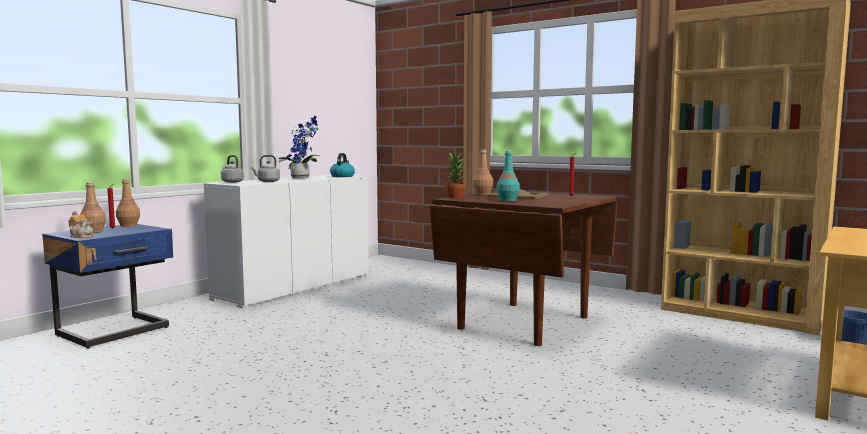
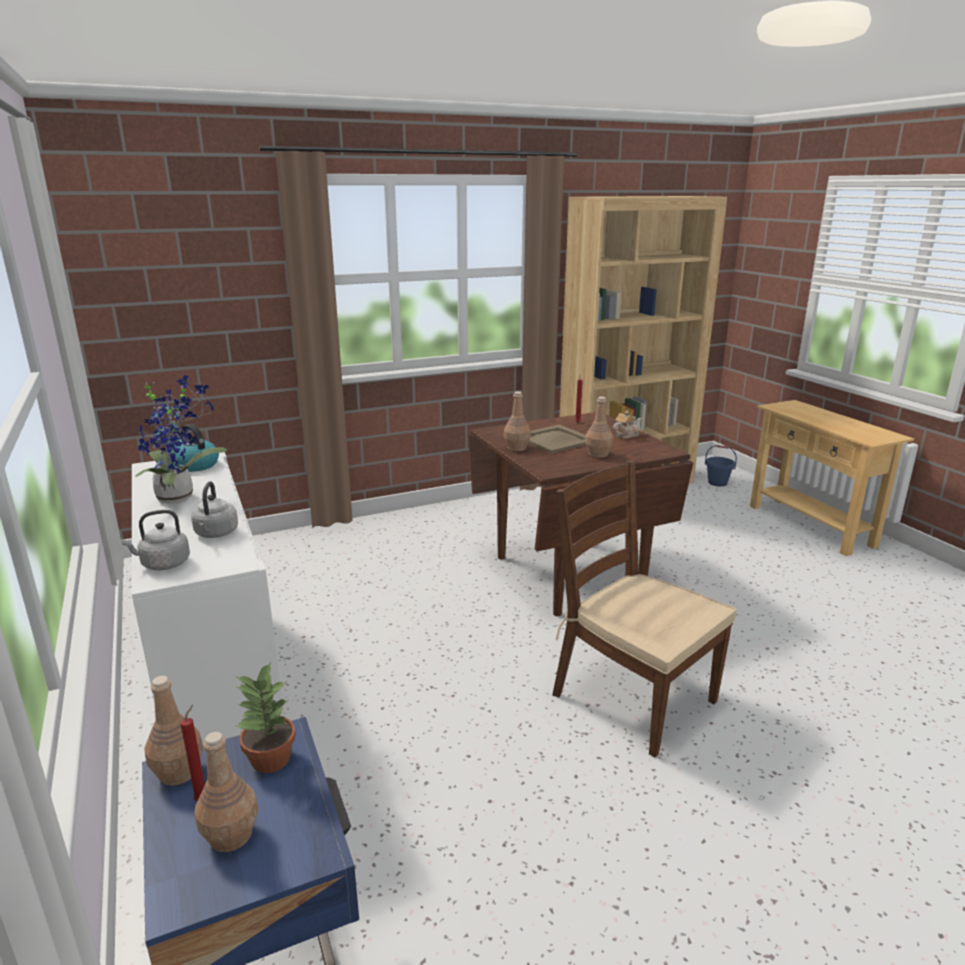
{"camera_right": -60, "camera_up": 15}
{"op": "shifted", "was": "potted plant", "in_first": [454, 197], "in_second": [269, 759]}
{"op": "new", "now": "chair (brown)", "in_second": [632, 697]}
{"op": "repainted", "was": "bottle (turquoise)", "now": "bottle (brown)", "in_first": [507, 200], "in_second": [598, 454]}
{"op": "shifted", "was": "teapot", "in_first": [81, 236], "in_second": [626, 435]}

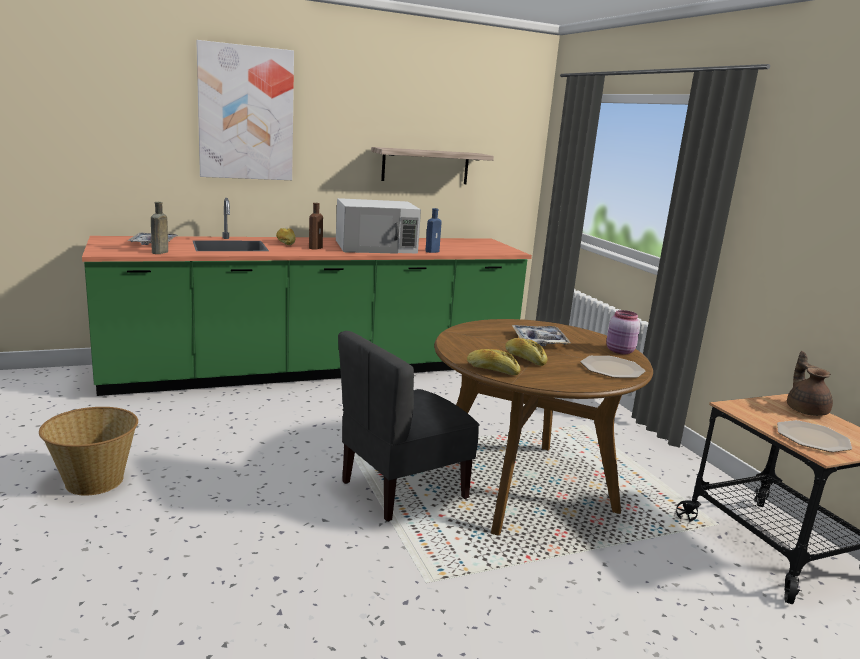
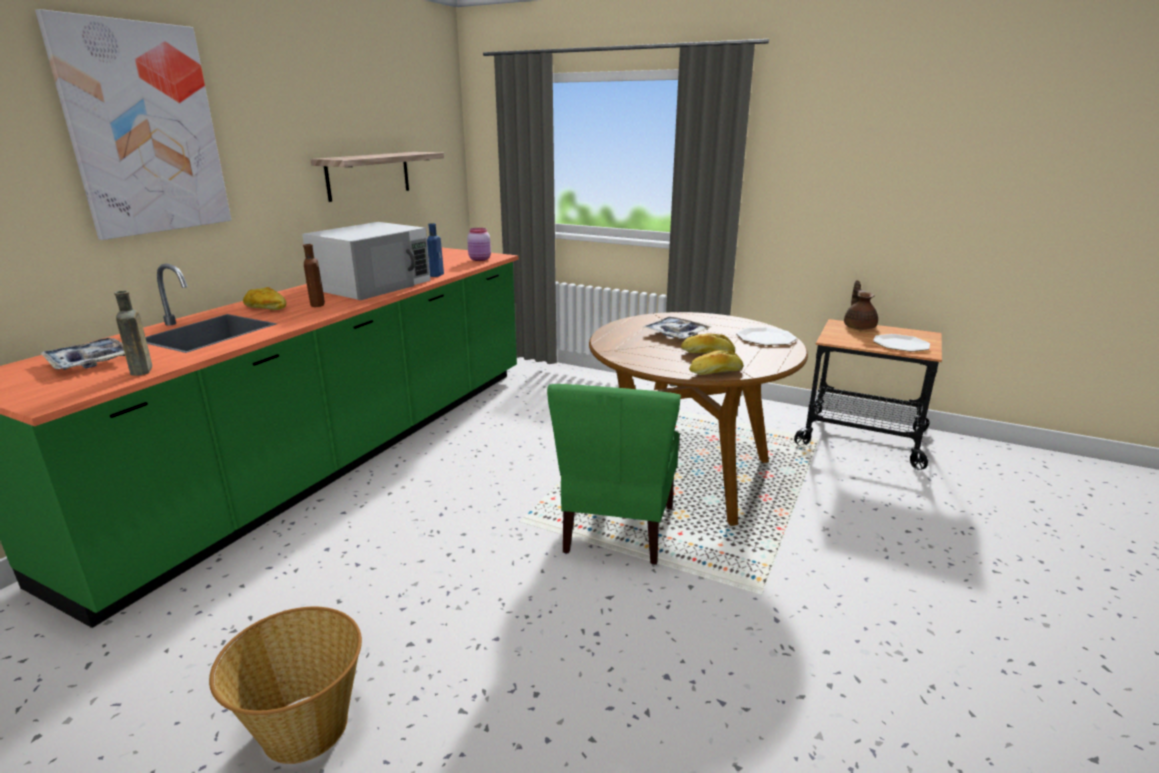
{"camera_right": -40, "camera_up": 5}
{"op": "shifted", "was": "jar (pink)", "in_first": [620, 351], "in_second": [480, 259]}
{"op": "repainted", "was": "chair (grey)", "now": "chair (green)", "in_first": [402, 489], "in_second": [617, 529]}
{"op": "rotated", "was": "teapot (brown)", "in_first": [805, 410], "in_second": [859, 327], "clockwise": 45}

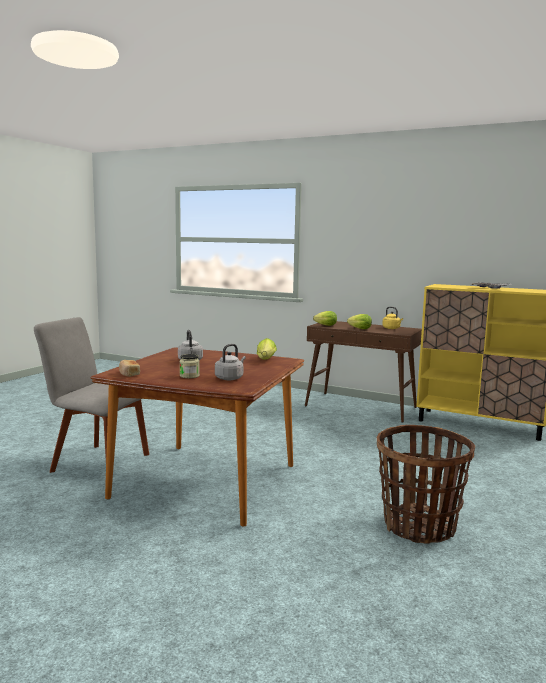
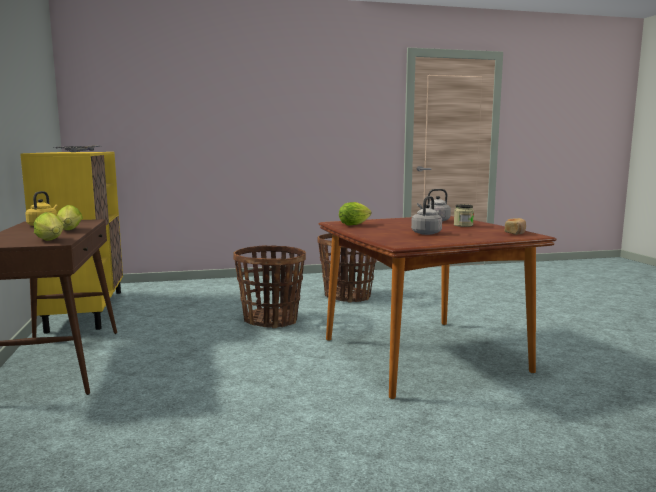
{"camera_right": -130, "camera_up": 0}
{"op": "new", "now": "basket", "in_second": [271, 320]}
{"op": "gone", "was": "chair (grey)", "in_first": [97, 462]}

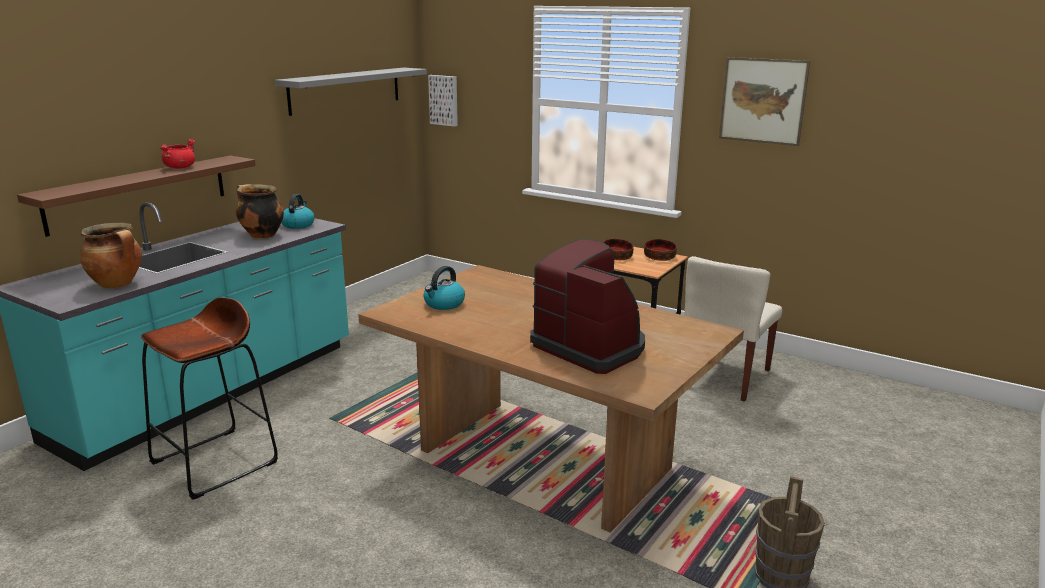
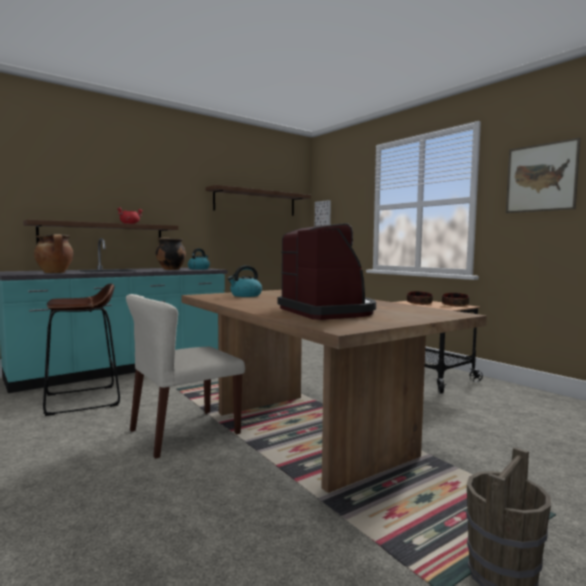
{"camera_right": 20, "camera_up": -15}
{"op": "shifted", "was": "chair (beige)", "in_first": [724, 376], "in_second": [184, 433]}
{"op": "repainted", "was": "shelf (grey)", "now": "shelf (brown)", "in_first": [346, 90], "in_second": [255, 202]}

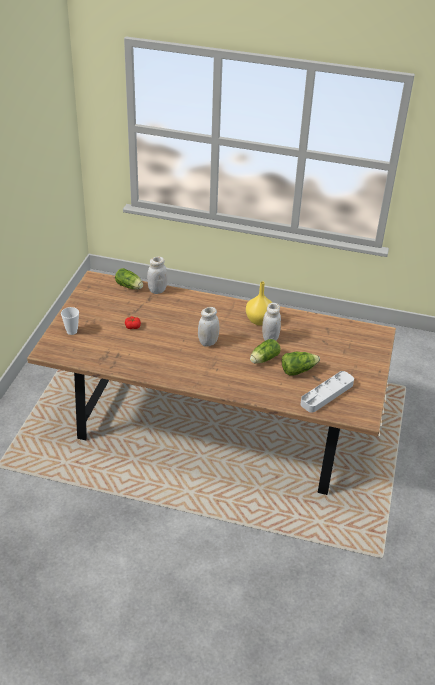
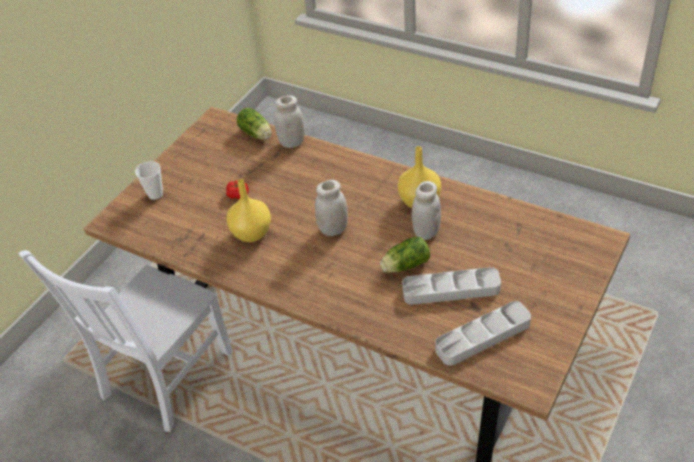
{"camera_right": 20, "camera_up": 5}
{"op": "new", "now": "chair (white)", "in_second": [164, 378]}
{"op": "new", "now": "vase (yellow)", "in_second": [251, 233]}
{"op": "swapped", "was": "lettuce", "now": "tray (grey)", "in_first": [298, 370], "in_second": [451, 290]}

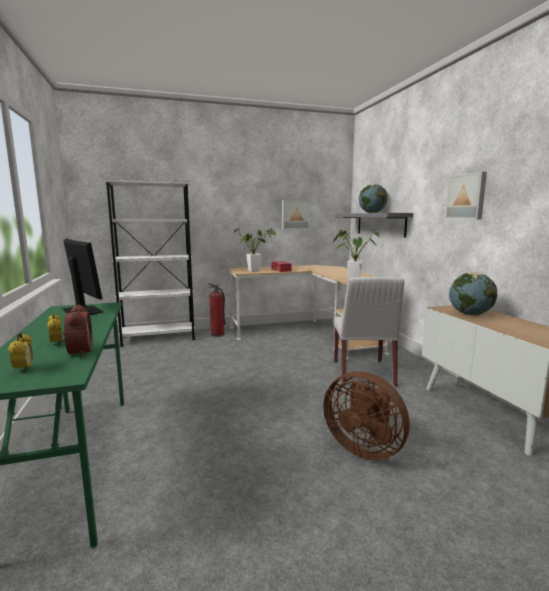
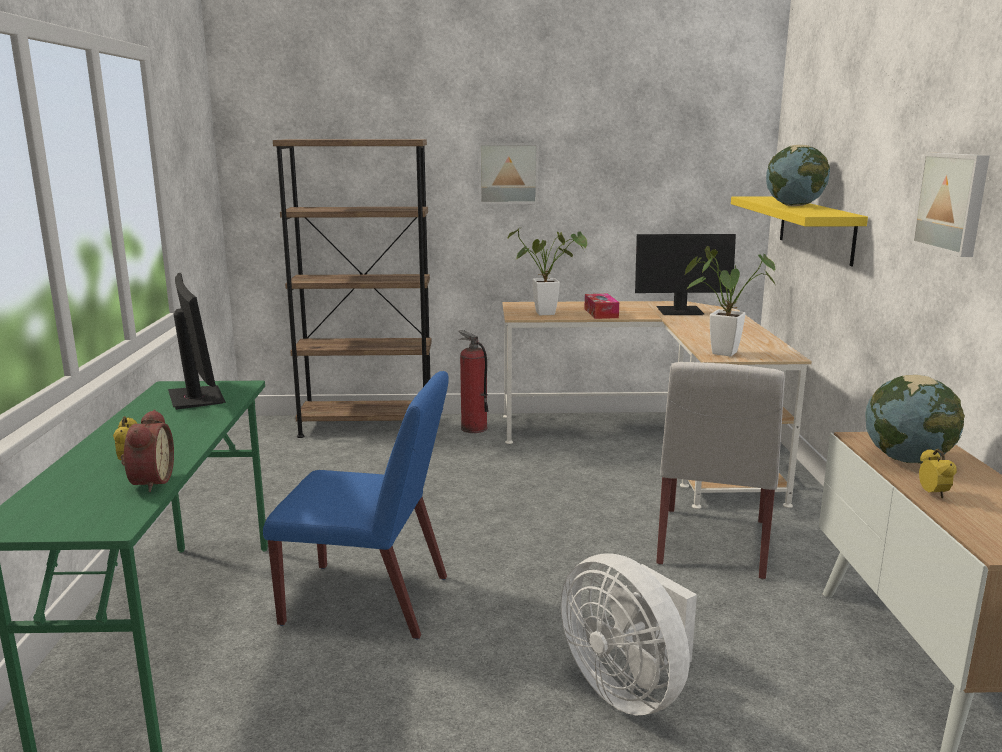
{"camera_right": 15, "camera_up": 5}
{"op": "new", "now": "chair (blue)", "in_second": [369, 600]}
{"op": "repainted", "was": "bookcase (white)", "now": "bookcase (brown)", "in_first": [158, 338], "in_second": [367, 427]}
{"op": "shifted", "was": "picture", "in_first": [295, 215], "in_second": [508, 173]}
{"op": "repainted", "was": "fan (brown)", "now": "fan (white)", "in_first": [364, 448], "in_second": [628, 689]}
{"op": "new", "now": "monitor", "in_second": [680, 312]}
{"op": "repainted", "was": "shelf (grey)", "now": "shelf (yellow)", "in_first": [380, 224], "in_second": [815, 228]}
{"op": "shifted", "was": "alarm clock", "in_first": [24, 369], "in_second": [933, 494]}

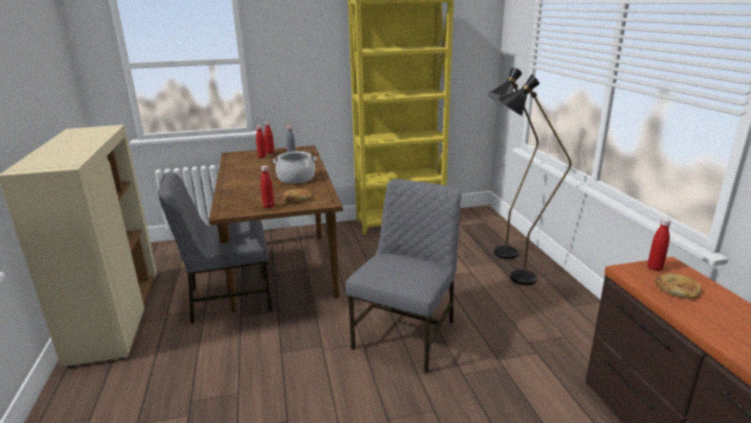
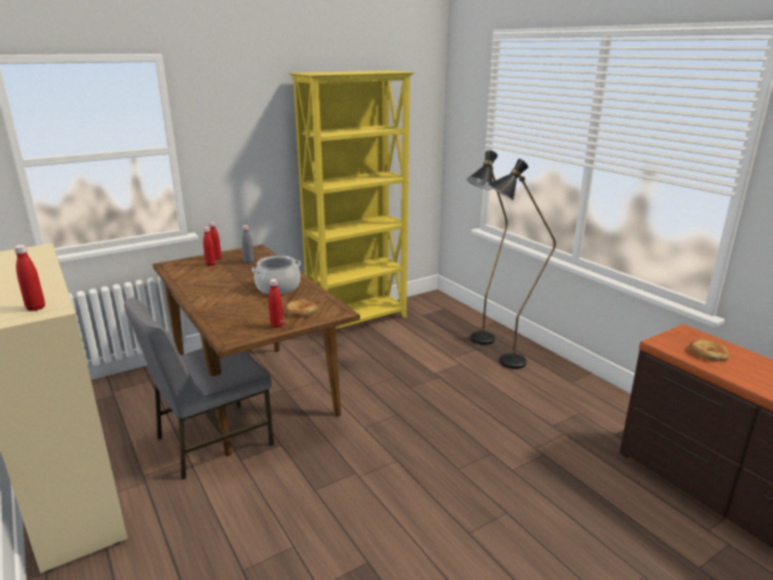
{"camera_right": -20, "camera_up": 0}
{"op": "shifted", "was": "bottle (red)", "in_first": [654, 268], "in_second": [36, 308]}
{"op": "gone", "was": "chair (grey)", "in_first": [407, 334]}

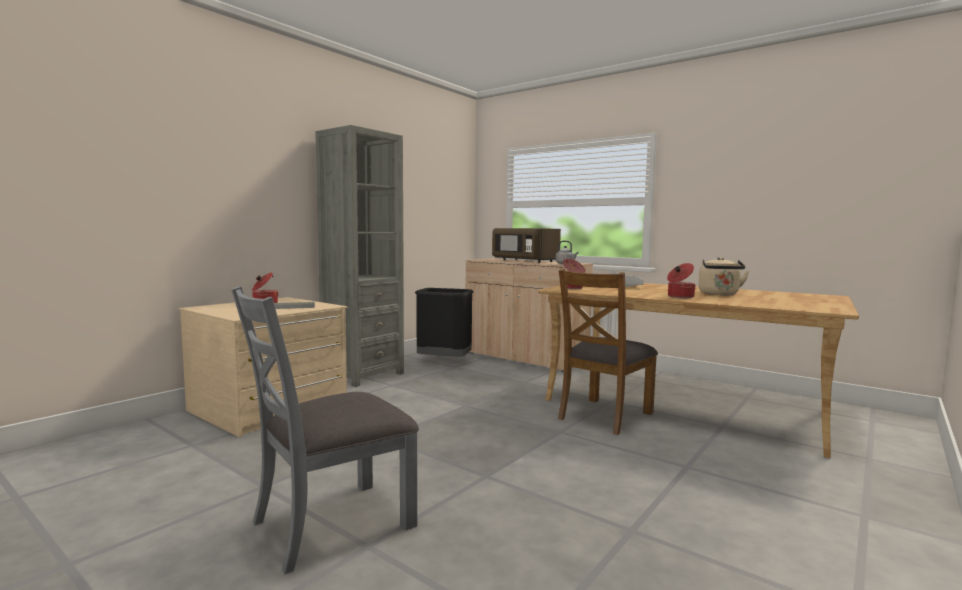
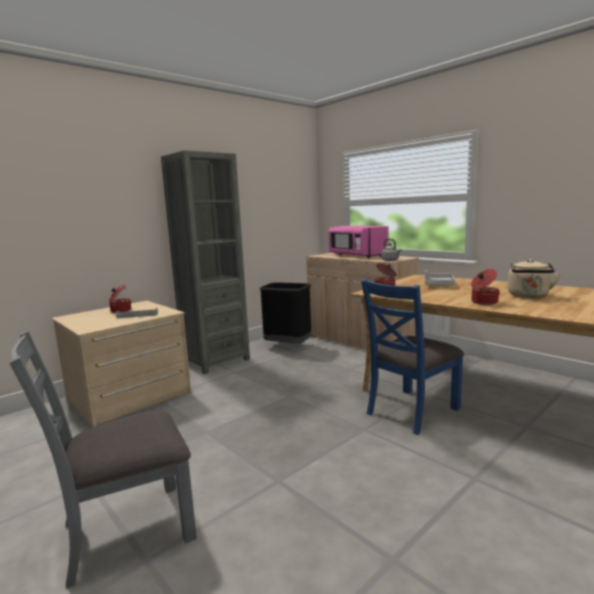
{"camera_right": 10, "camera_up": 5}
{"op": "repainted", "was": "microwave (brown)", "now": "microwave (pink)", "in_first": [523, 261], "in_second": [356, 256]}
{"op": "repainted", "was": "chair (brown)", "now": "chair (blue)", "in_first": [604, 416], "in_second": [411, 411]}

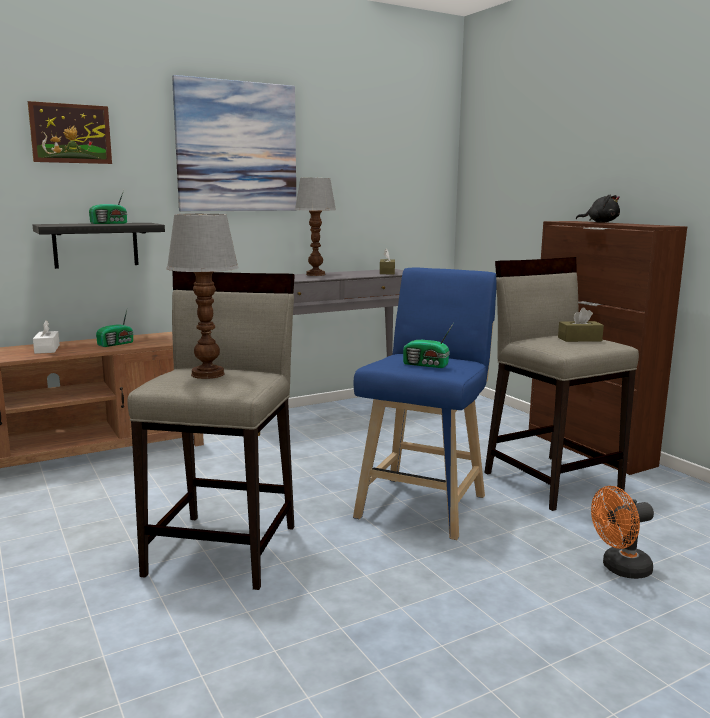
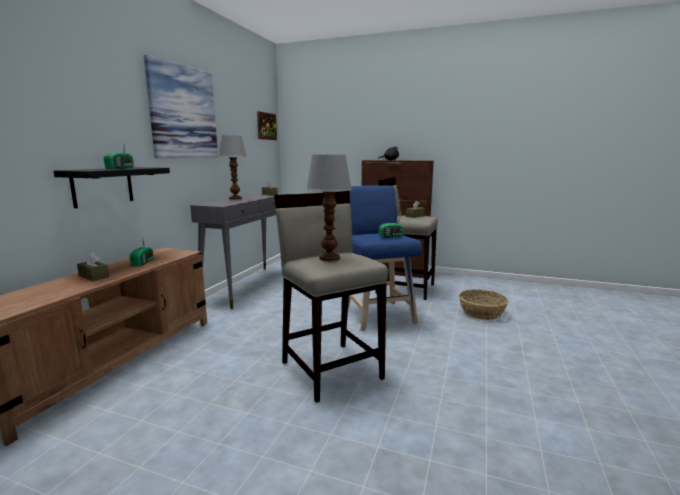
{"camera_right": -40, "camera_up": 0}
{"op": "repainted", "was": "tissue box (white)", "now": "tissue box (brown)", "in_first": [47, 349], "in_second": [94, 276]}
{"op": "shifted", "was": "picture", "in_first": [71, 133], "in_second": [266, 126]}
{"op": "swapped", "was": "fan (orange)", "now": "basket", "in_first": [620, 569], "in_second": [482, 313]}

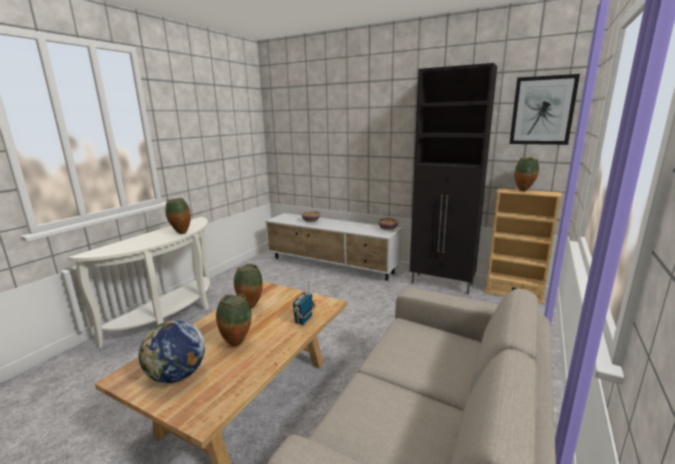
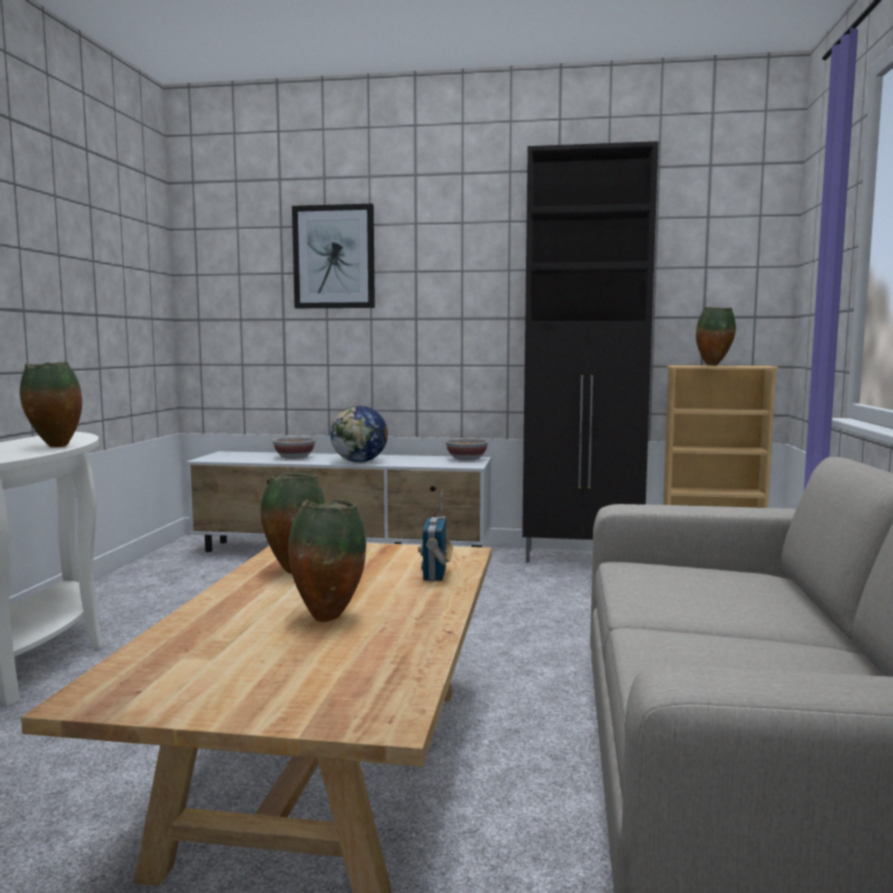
{"camera_right": -20, "camera_up": -10}
{"op": "shifted", "was": "picture", "in_first": [542, 111], "in_second": [334, 257]}
{"op": "shifted", "was": "globe", "in_first": [177, 376], "in_second": [359, 462]}

